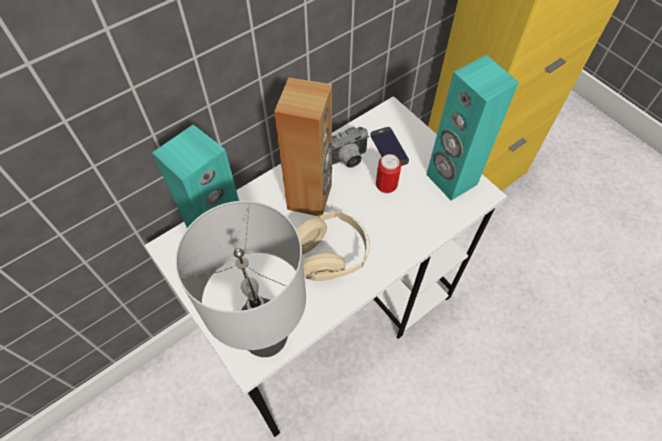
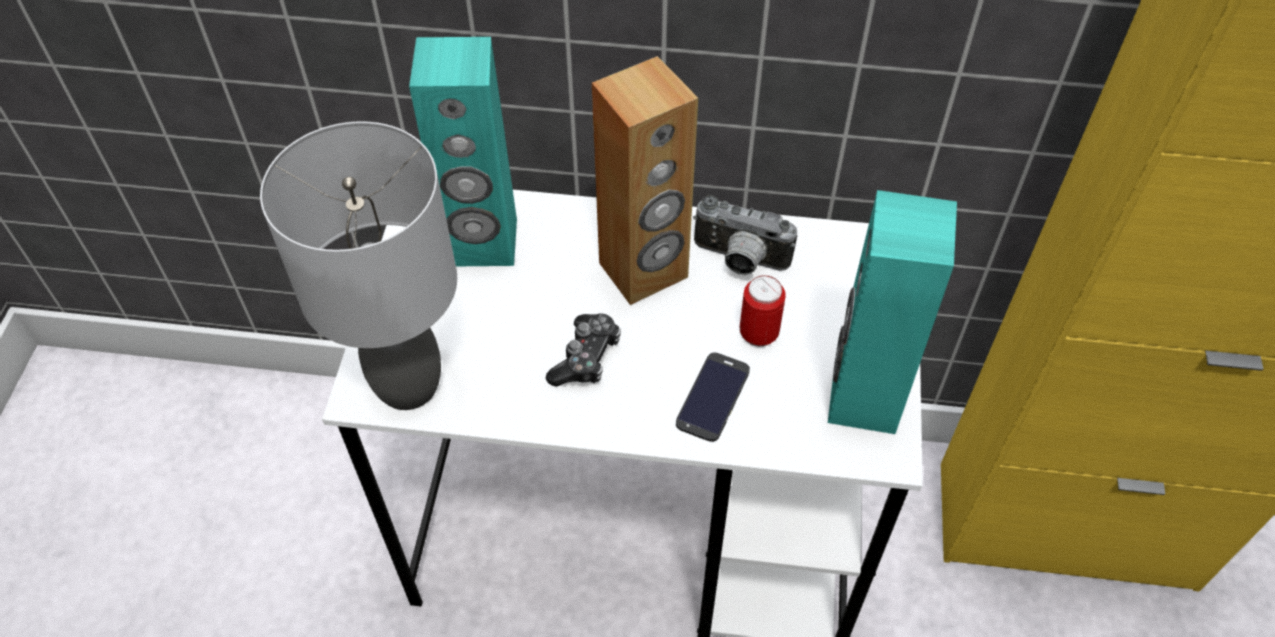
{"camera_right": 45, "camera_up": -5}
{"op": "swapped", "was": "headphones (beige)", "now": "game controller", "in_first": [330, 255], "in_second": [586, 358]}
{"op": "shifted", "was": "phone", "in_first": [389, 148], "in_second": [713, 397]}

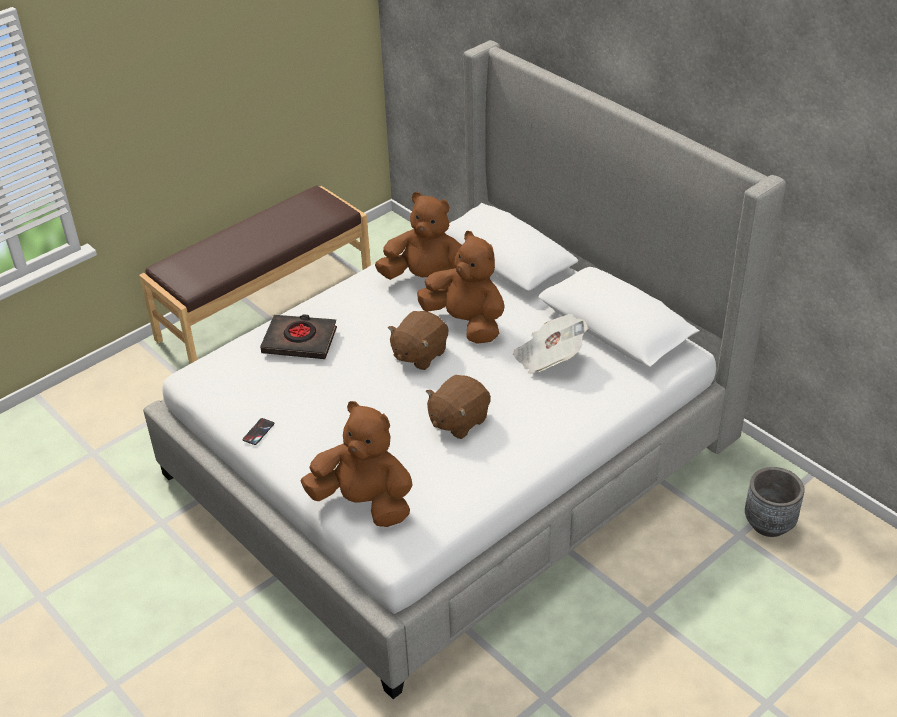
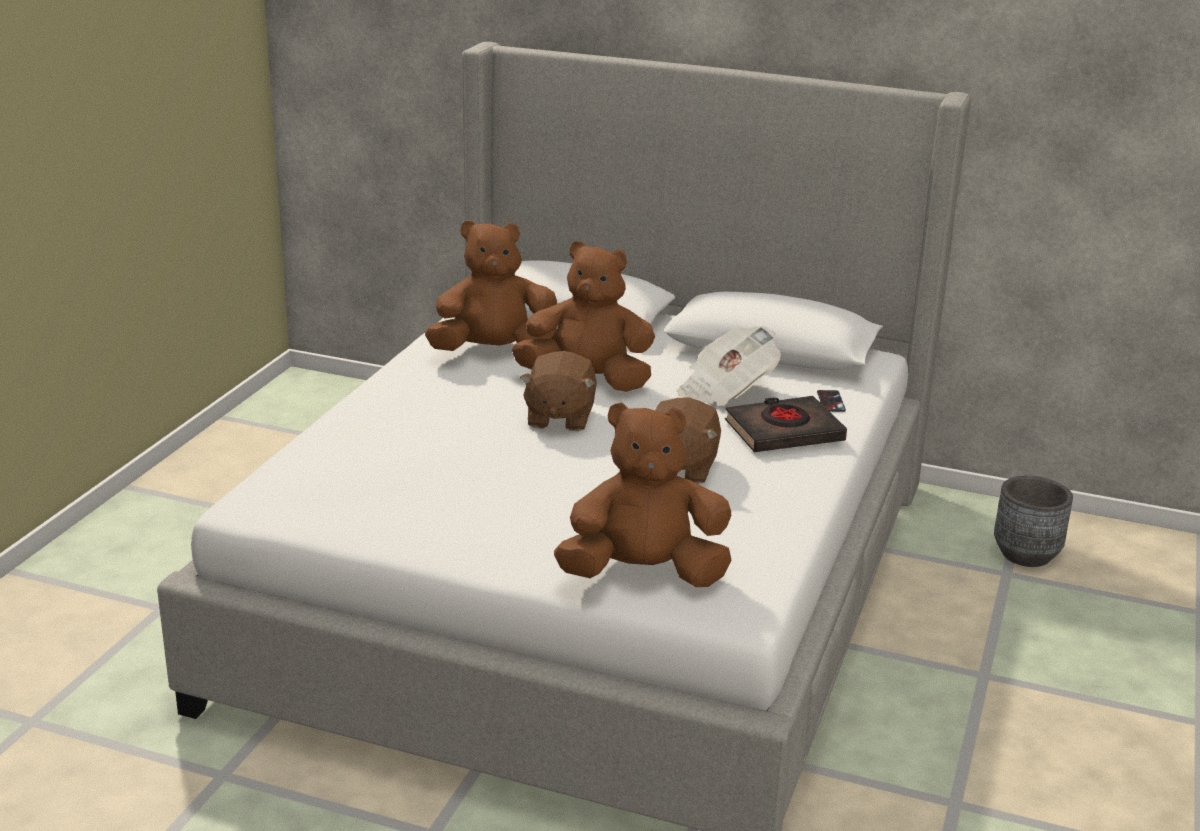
{"camera_right": -30, "camera_up": -15}
{"op": "shifted", "was": "book (black)", "in_first": [300, 341], "in_second": [784, 432]}
{"op": "shifted", "was": "phone", "in_first": [258, 432], "in_second": [830, 401]}
{"op": "gone", "was": "bench (brown)", "in_first": [265, 308]}

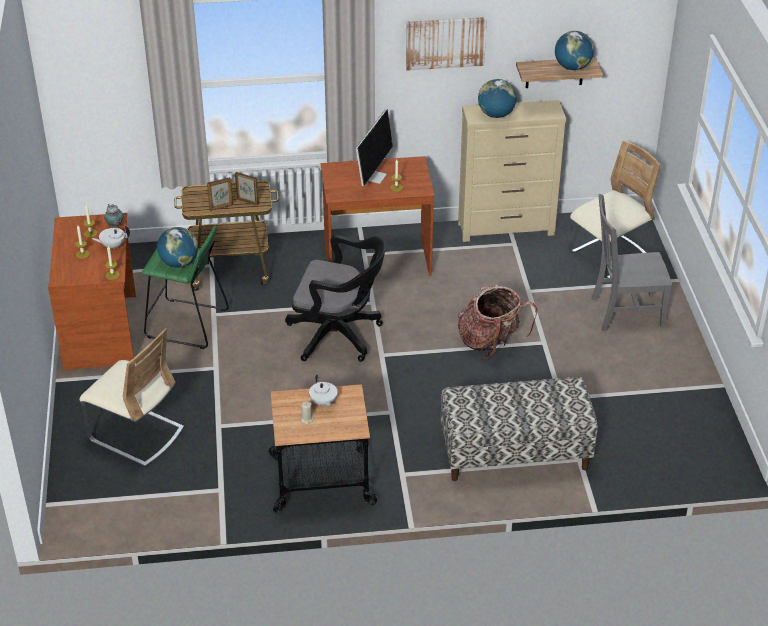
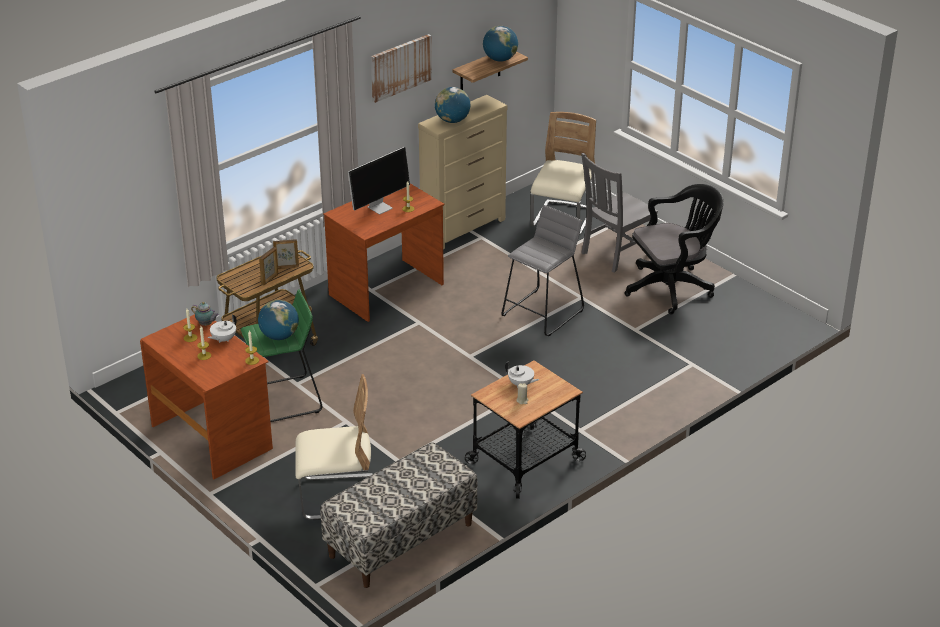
{"camera_right": -35, "camera_up": -5}
{"op": "shifted", "was": "bench", "in_first": [514, 454], "in_second": [401, 540]}
{"op": "rotated", "was": "monitor", "in_first": [374, 176], "in_second": [380, 207], "clockwise": 60}
{"op": "swapped", "was": "backpack", "now": "stool (grey)", "in_first": [491, 342], "in_second": [542, 313]}
{"op": "shifted", "was": "office chair (black)", "in_first": [339, 336], "in_second": [672, 288]}

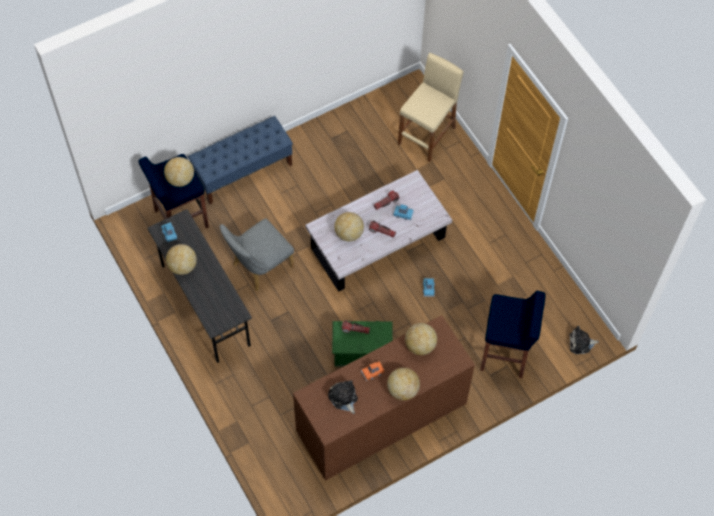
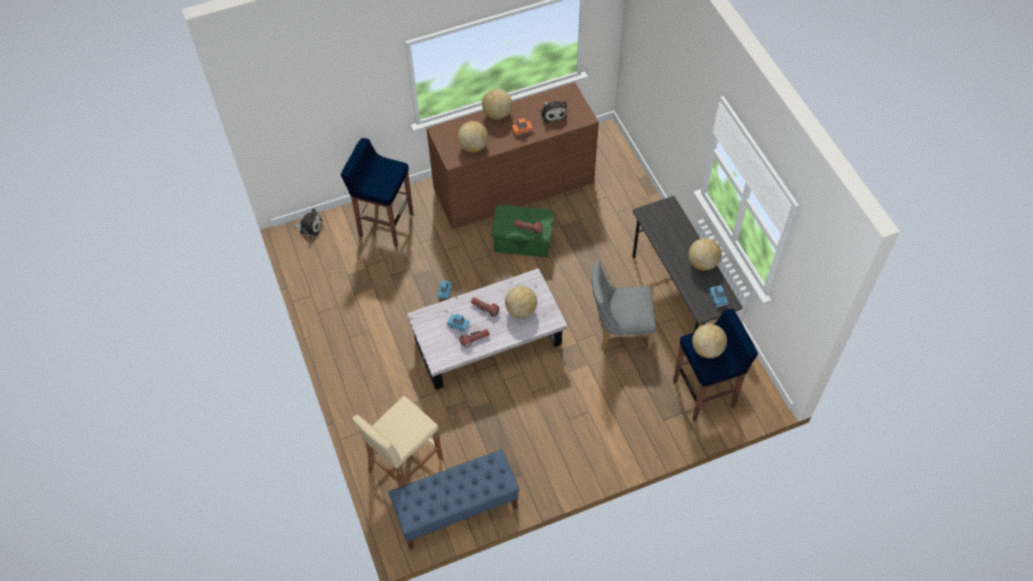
{"camera_right": -170, "camera_up": -5}
{"op": "shifted", "was": "bench (blue)", "in_first": [243, 171], "in_second": [456, 510]}
{"op": "rotated", "was": "chair (grey)", "in_first": [259, 268], "in_second": [619, 331], "clockwise": -150}

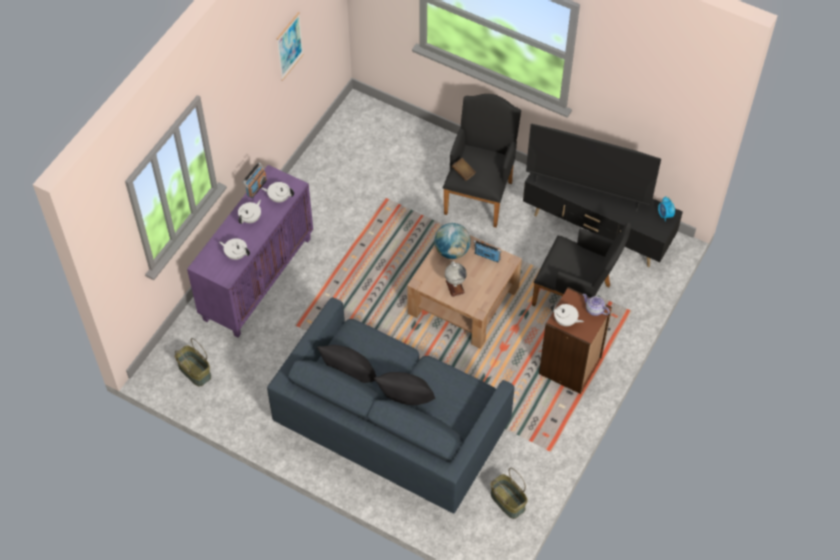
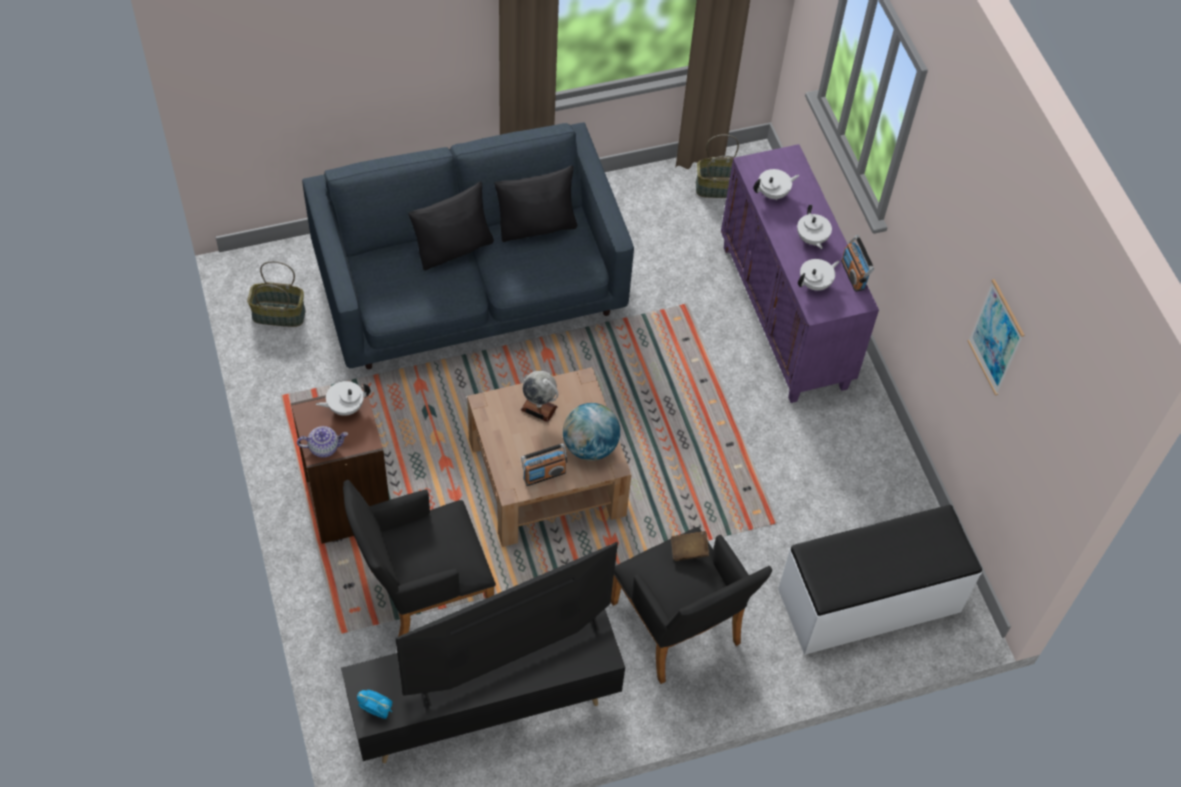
{"camera_right": 130, "camera_up": 0}
{"op": "new", "now": "bench (white)", "in_second": [870, 601]}

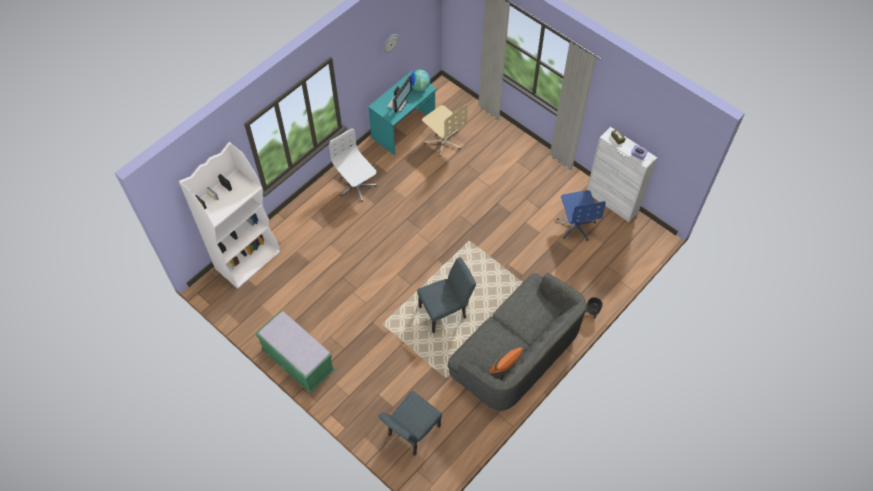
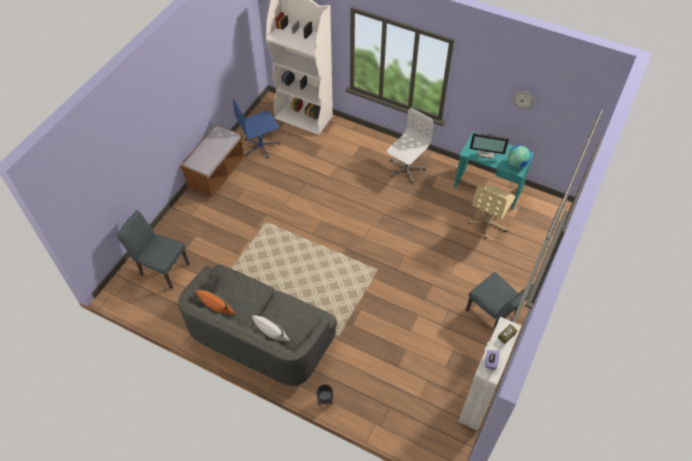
{"camera_right": 75, "camera_up": -5}
{"op": "repainted", "was": "bench (green)", "now": "bench (brown)", "in_first": [298, 361], "in_second": [216, 174]}
{"op": "shifted", "was": "office chair (blue)", "in_first": [576, 225], "in_second": [261, 146]}
{"op": "new", "now": "pillow (white)", "in_second": [272, 337]}
{"op": "shifted", "was": "chair (grey)", "in_first": [446, 311], "in_second": [494, 316]}

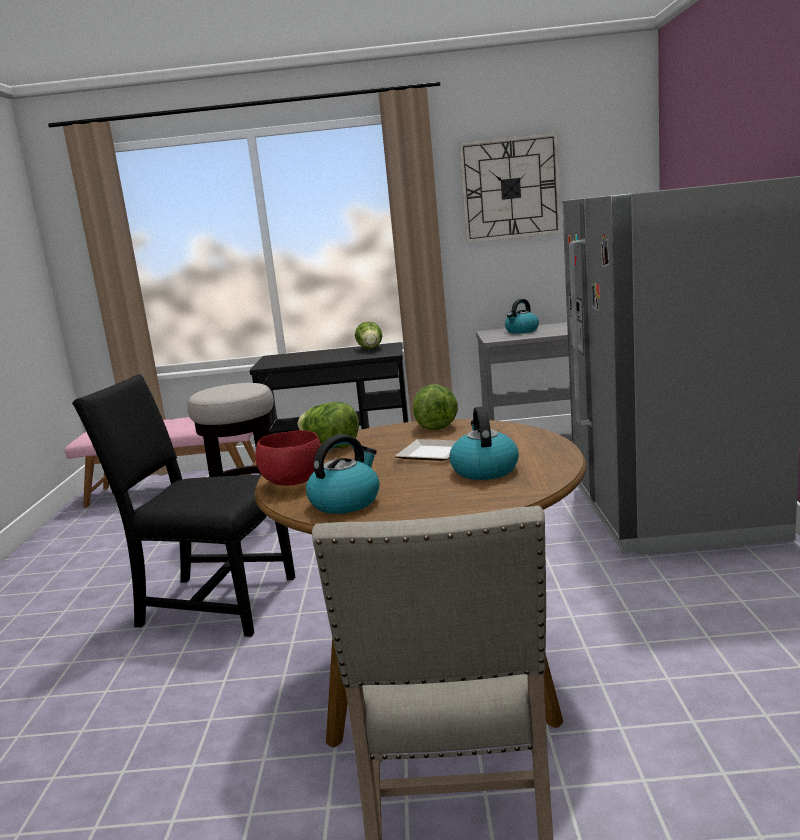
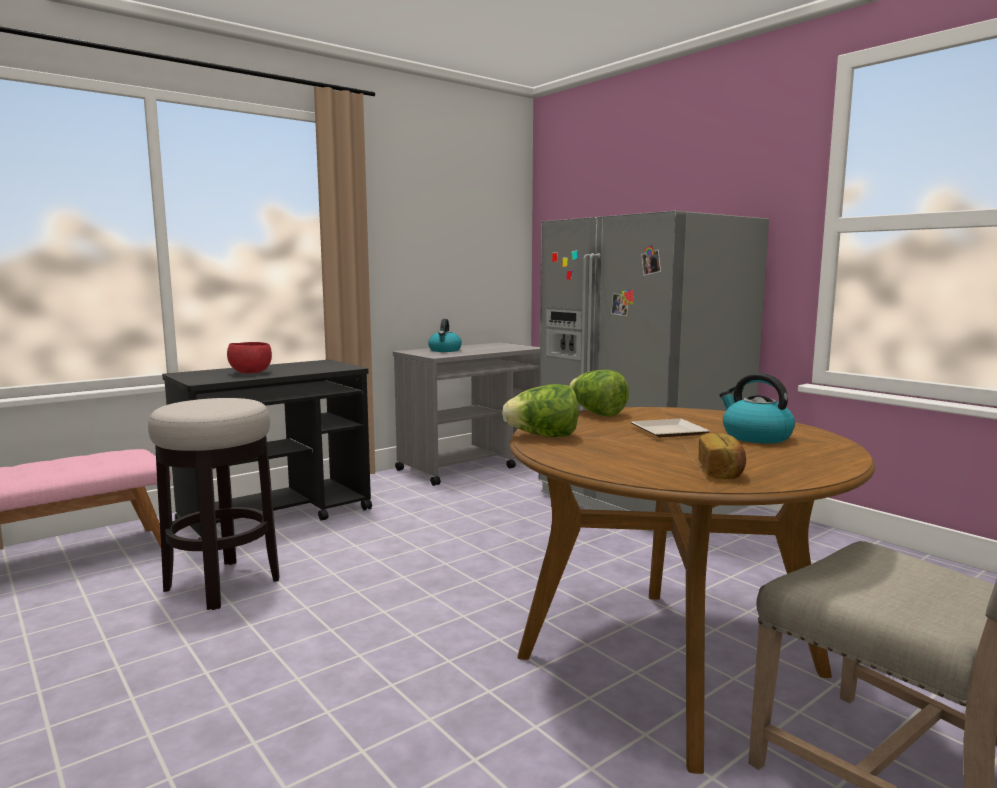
{"camera_right": -40, "camera_up": -5}
{"op": "shifted", "was": "bowl (red)", "in_first": [293, 482], "in_second": [250, 373]}
{"op": "swapped", "was": "kettle", "now": "bread", "in_first": [345, 502], "in_second": [721, 472]}
{"op": "gone", "was": "chair (black)", "in_first": [212, 603]}
{"op": "gone", "was": "lettuce", "in_first": [371, 349]}
{"op": "gone", "was": "wall clock", "in_first": [510, 188]}

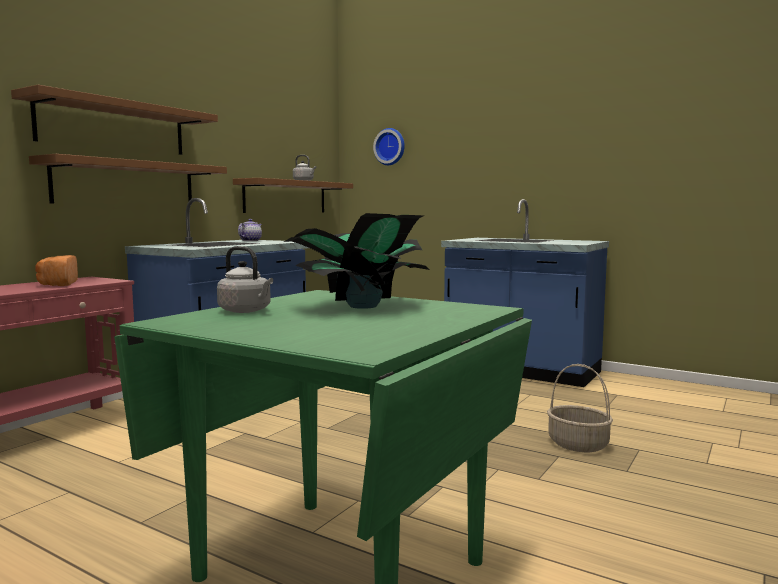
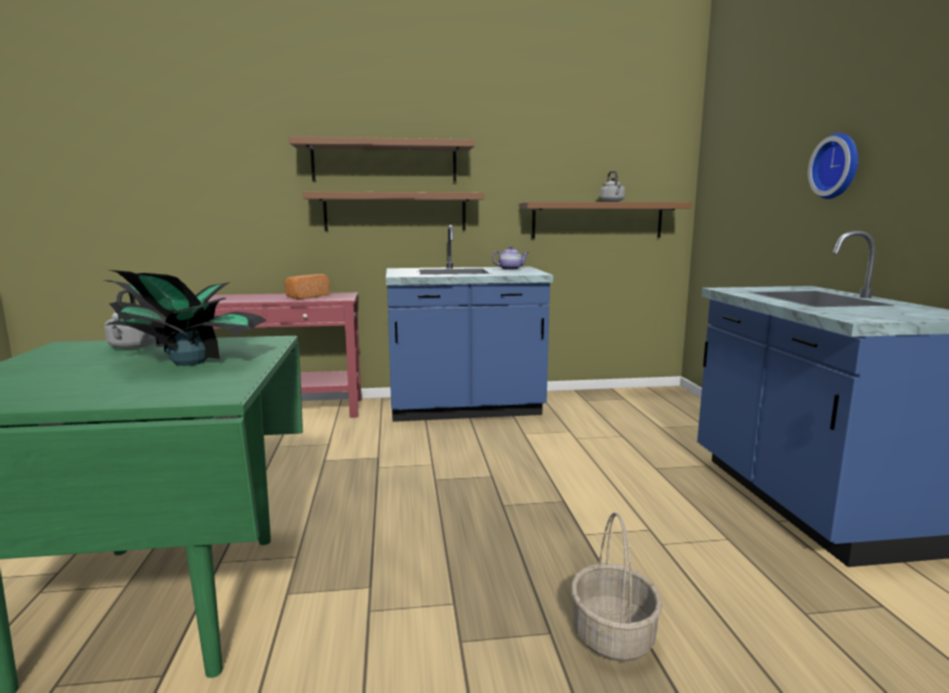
{"camera_right": 50, "camera_up": 5}
{"op": "shifted", "was": "wall clock", "in_first": [390, 147], "in_second": [838, 166]}

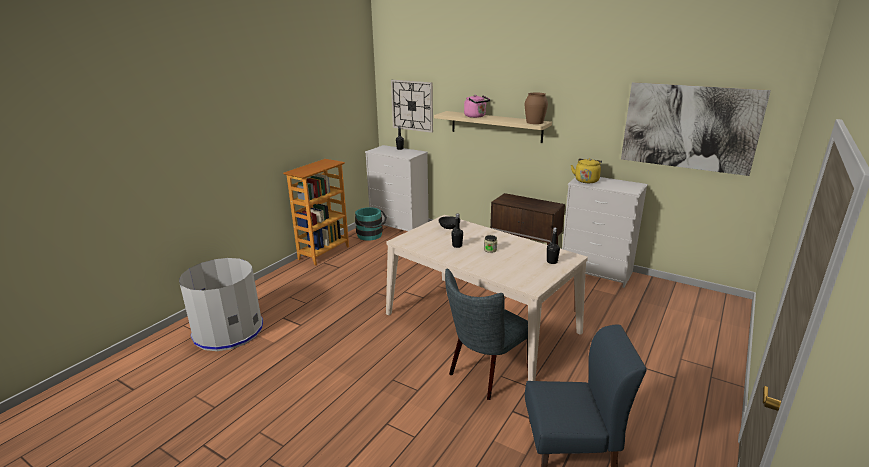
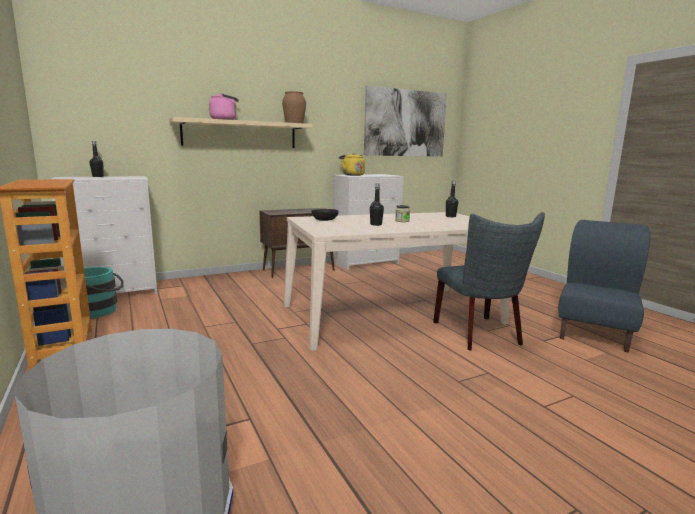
{"camera_right": -60, "camera_up": -10}
{"op": "gone", "was": "wall clock", "in_first": [412, 105]}

